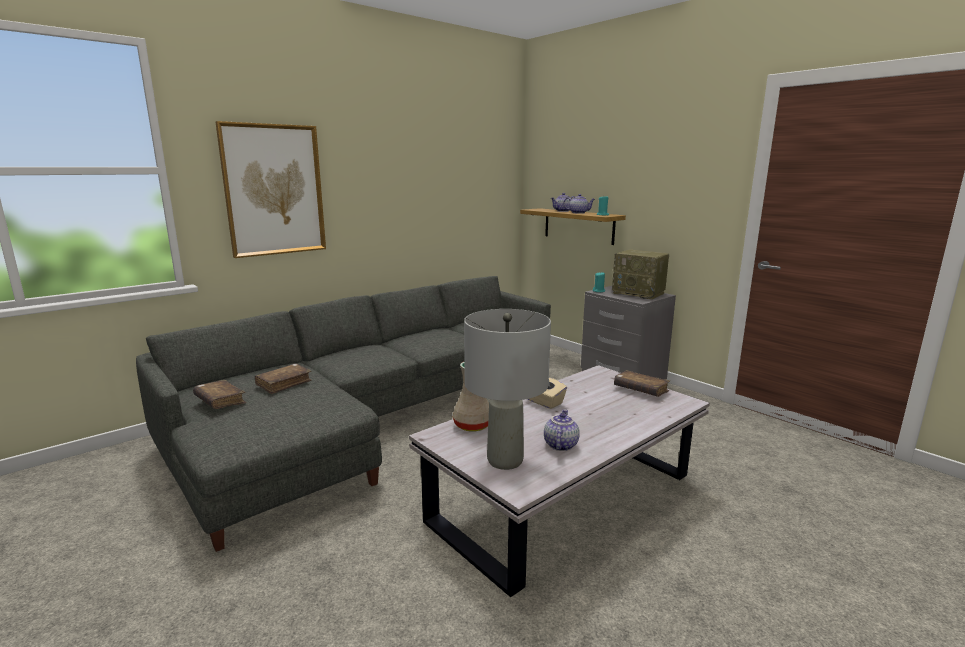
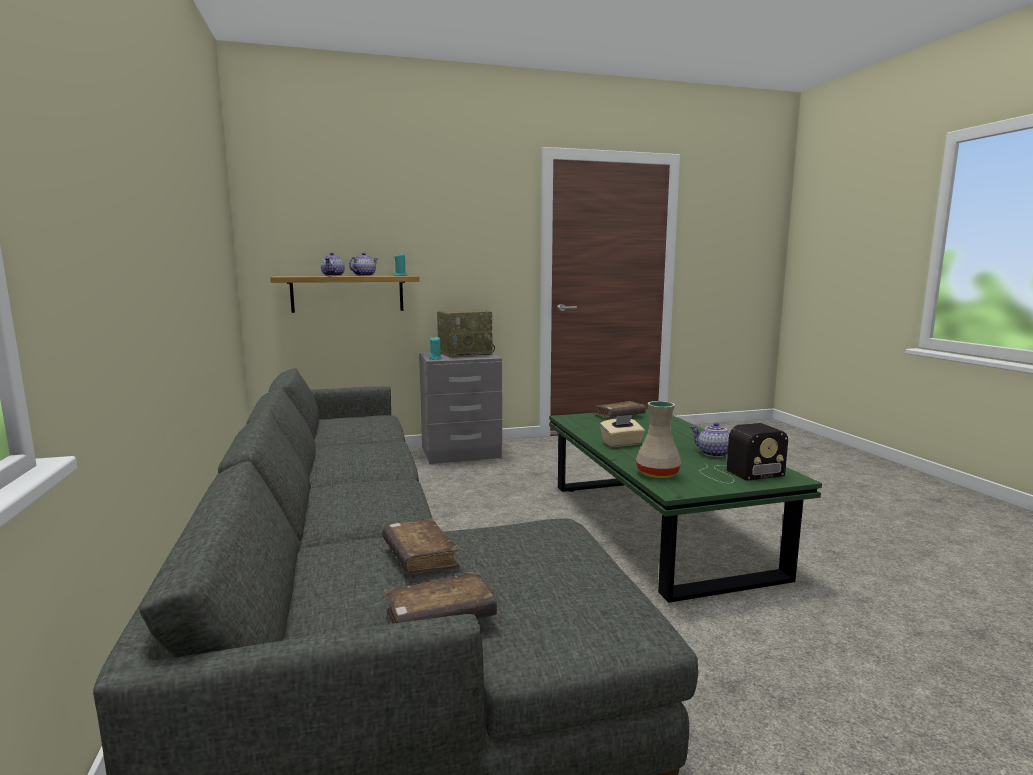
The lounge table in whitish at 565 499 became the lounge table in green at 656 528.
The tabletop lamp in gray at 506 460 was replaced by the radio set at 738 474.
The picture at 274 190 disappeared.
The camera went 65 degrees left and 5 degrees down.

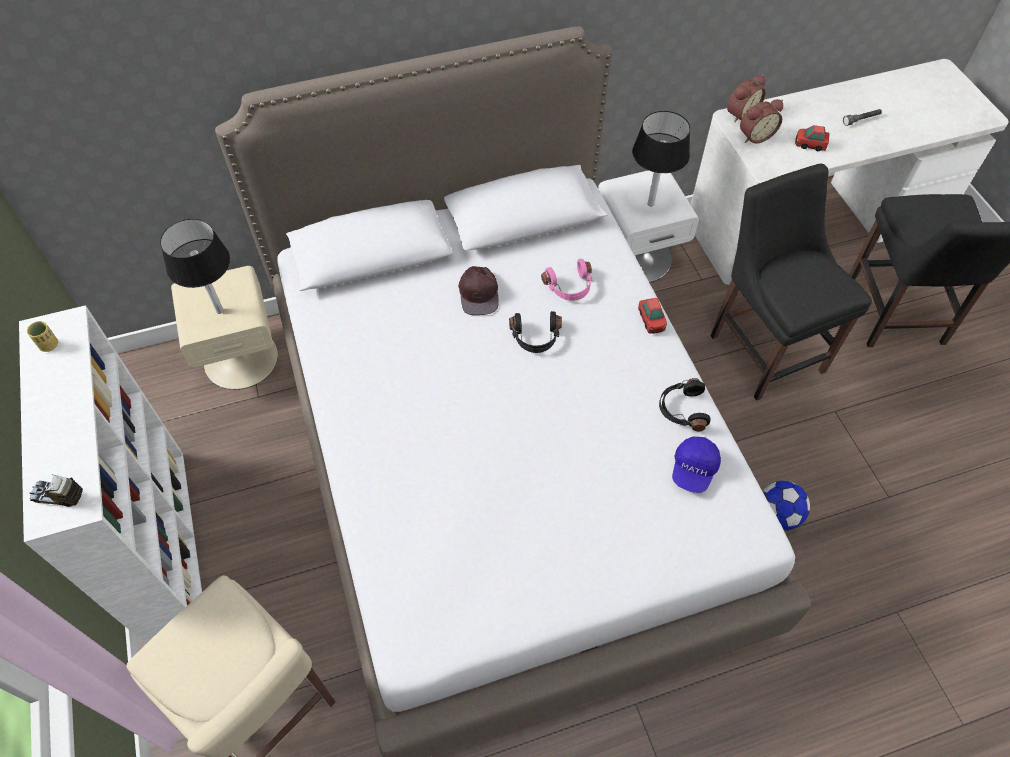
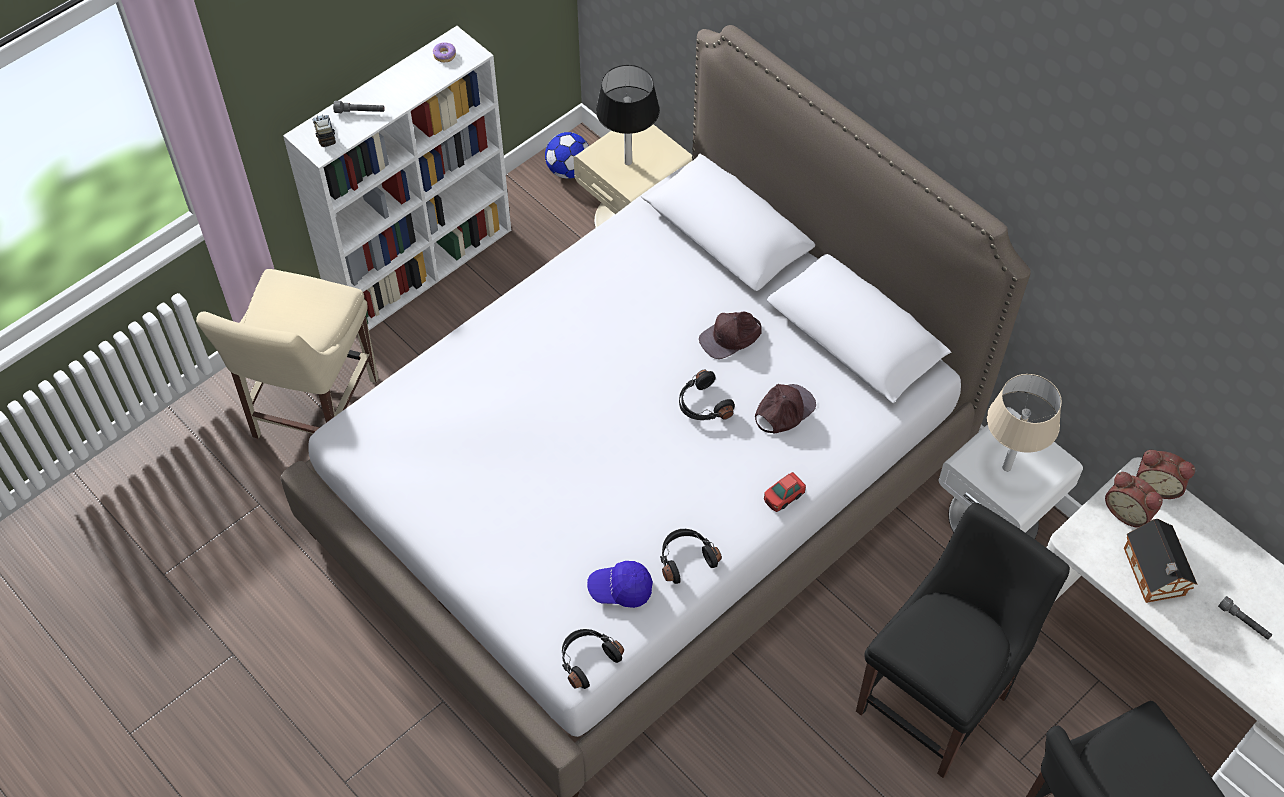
The torch in gray at 360 112 appeared.
The cup in yellow at 49 345 was replaced by the doughnut at 445 55.
The football moved from 777 515 to 568 170.
The headphones in black at 587 659 appeared.
The headphones in pink-coloured at 570 287 was replaced by the cap in brown-coloured at 784 410.
The tabletop lamp in black at 650 204 became the tabletop lamp in sand-coloured at 1006 467.
The toy car at 810 144 was replaced by the toy house at 1154 574.
The camera went 65 degrees right and 0 degrees up.

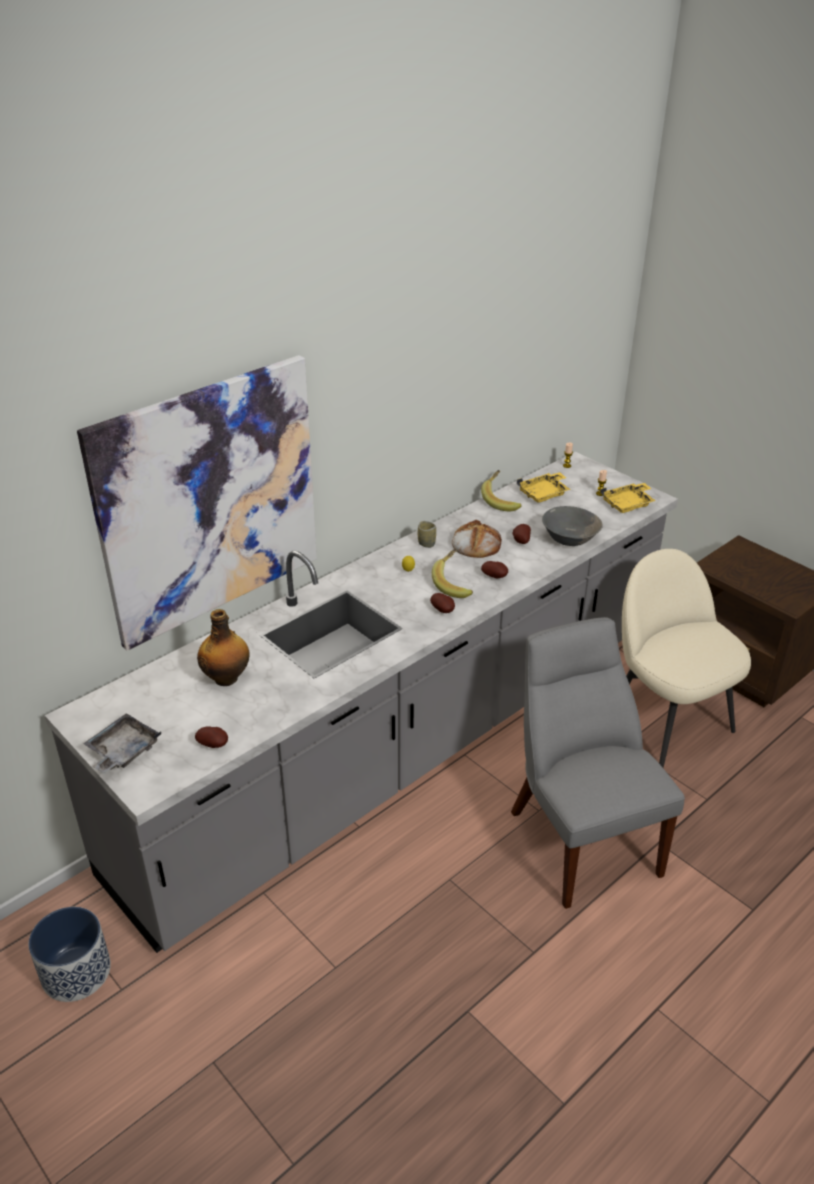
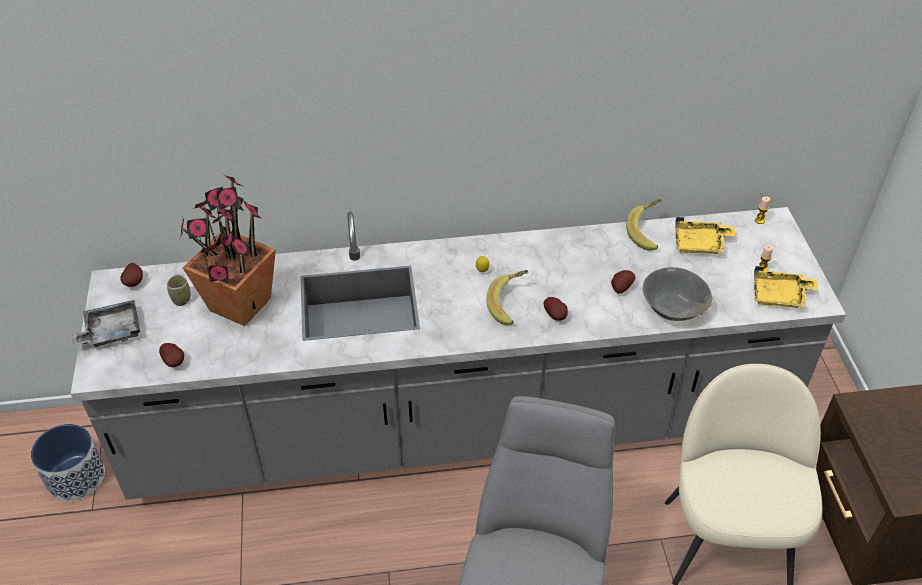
The whole potato moved from 443 611 to 135 282.
The cup moved from 426 543 to 181 299.
The drink bottle at 227 678 was replaced by the potted plant at 239 304.
The picture at 209 501 disappeared.
The bakery bread at 476 544 disappeared.
The camera went 35 degrees right and 10 degrees up.

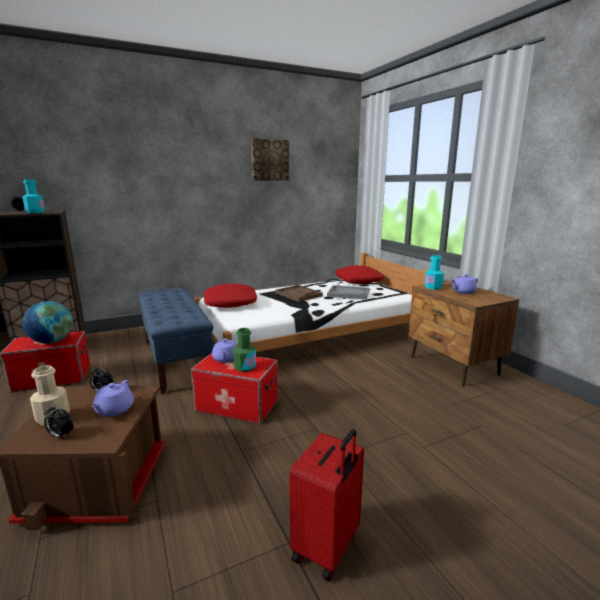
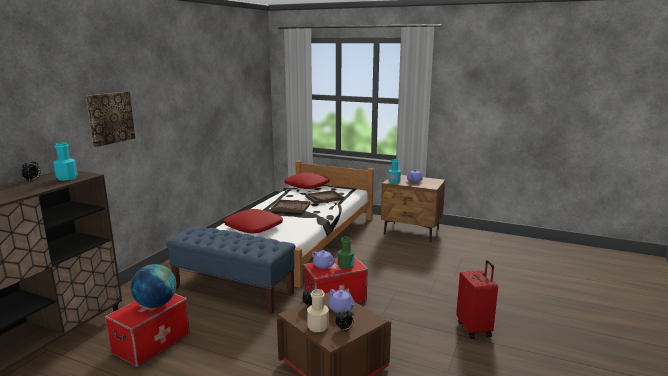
The picture moved from 270 160 to 110 118.
The tray in gray at 348 294 became the tray in brown-coloured at 324 198.
The camera went 40 degrees left and 0 degrees up.

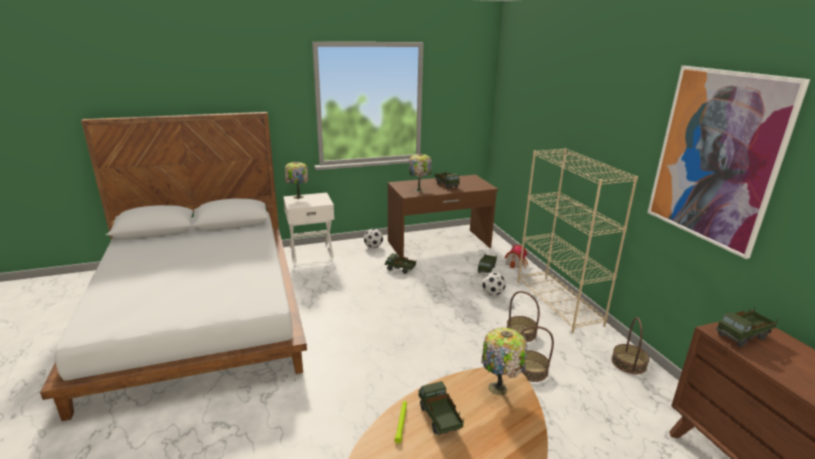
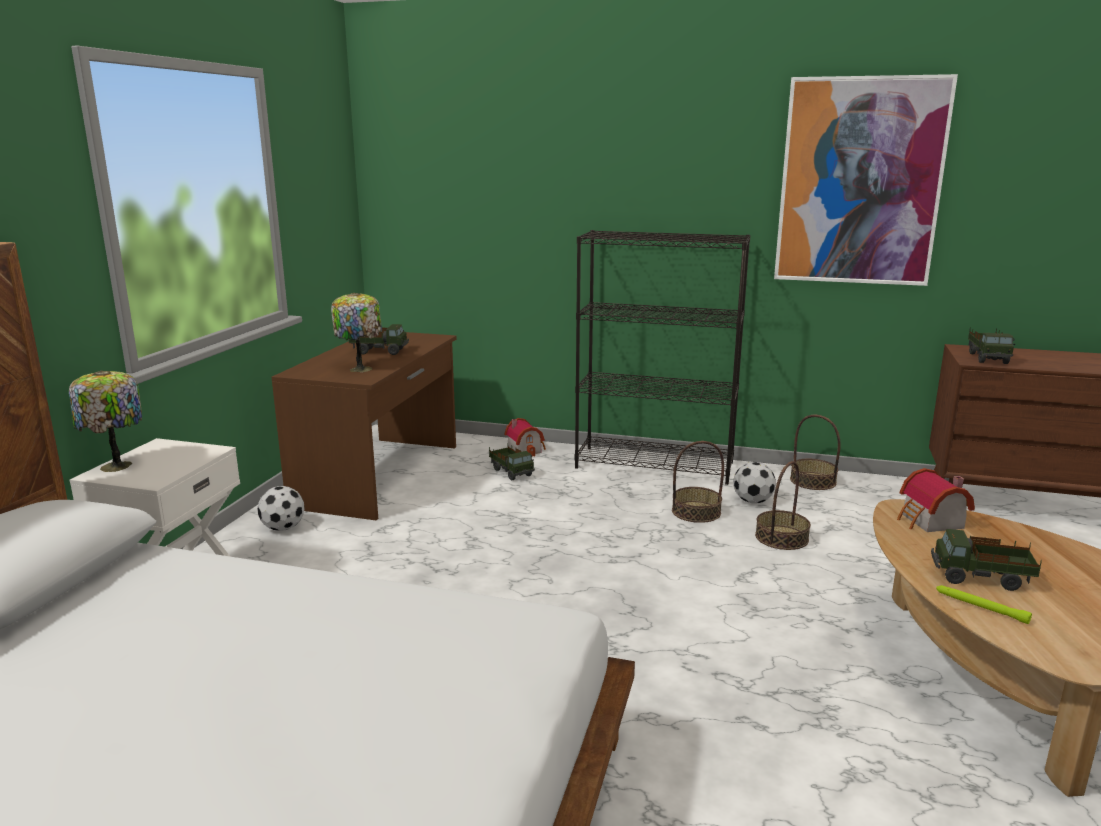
The shelving unit in sand-coloured at 558 303 became the shelving unit in black at 655 465.
The football moved from 492 293 to 752 501.
The tabletop lamp at 499 389 was replaced by the toy house at 930 522.
The toy truck at 400 269 disappeared.
The camera went 55 degrees left and 5 degrees down.

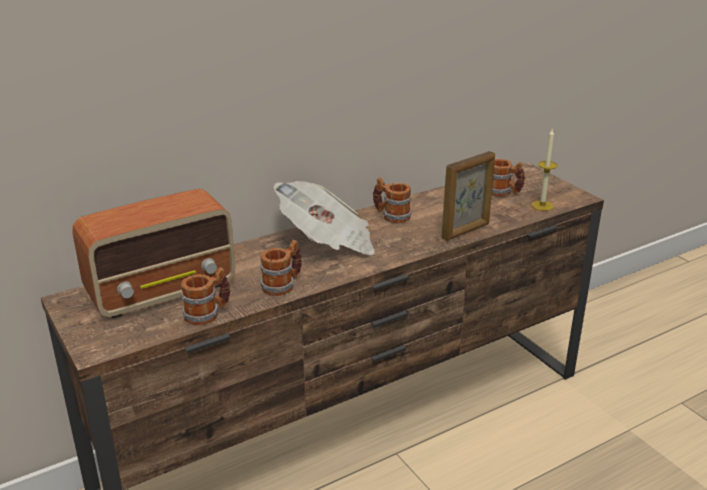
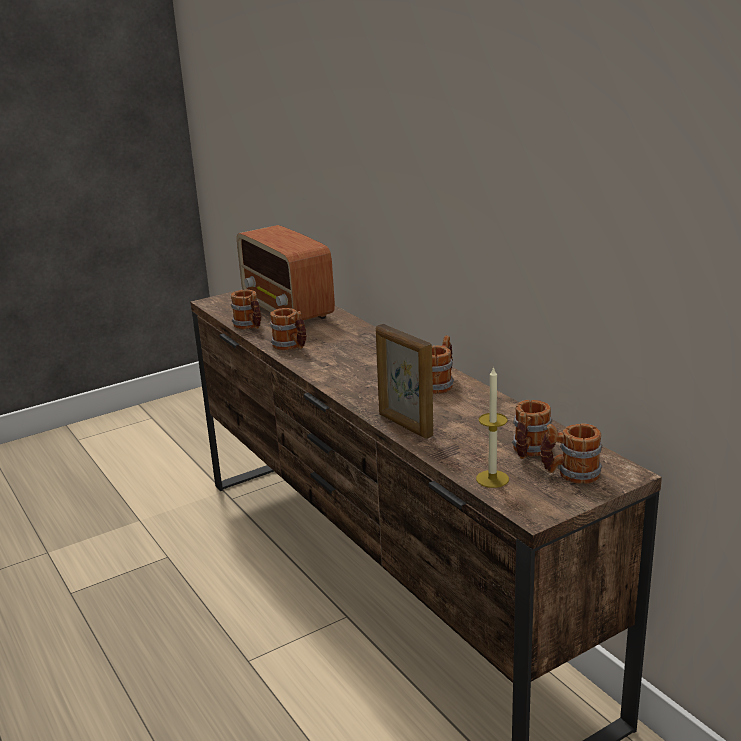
The mug at 570 474 appeared.
The printed paper at 327 242 disappeared.
The camera went 90 degrees right and 5 degrees down.

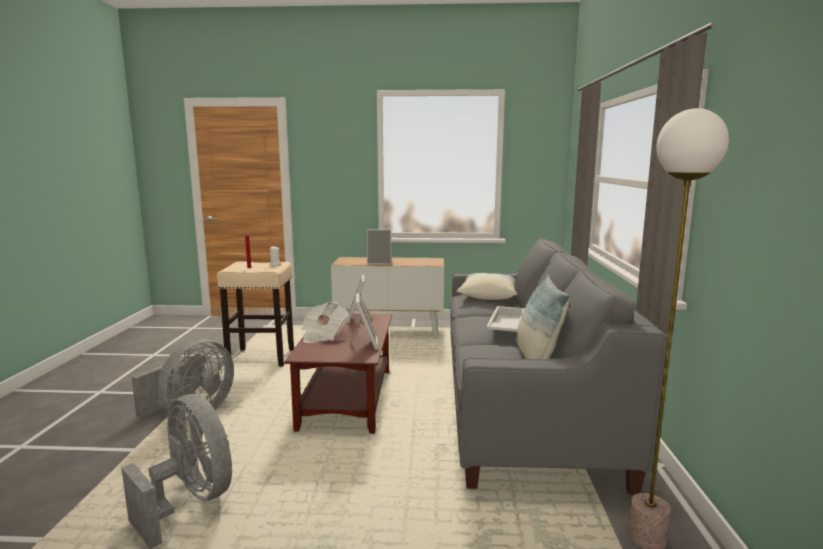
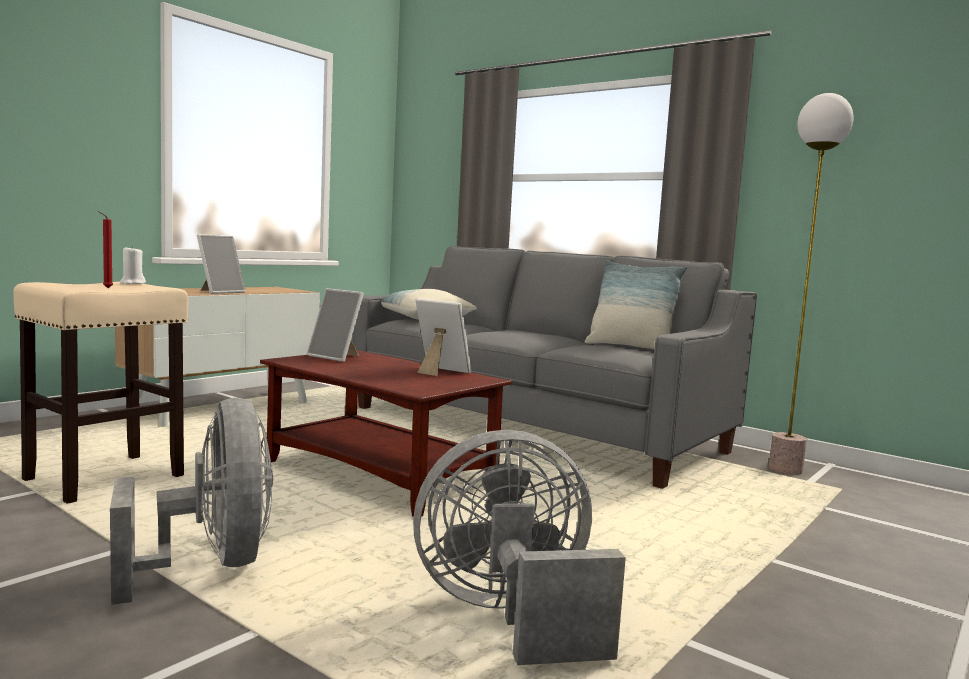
The printed paper at 323 335 disappeared.
The tray in whitish at 505 326 disappeared.
The camera went 55 degrees left and 5 degrees down.

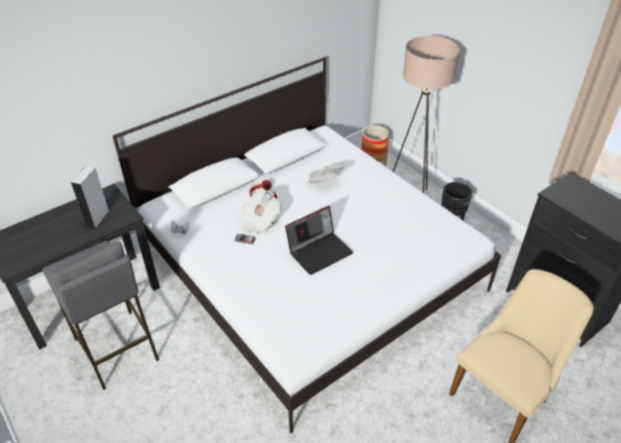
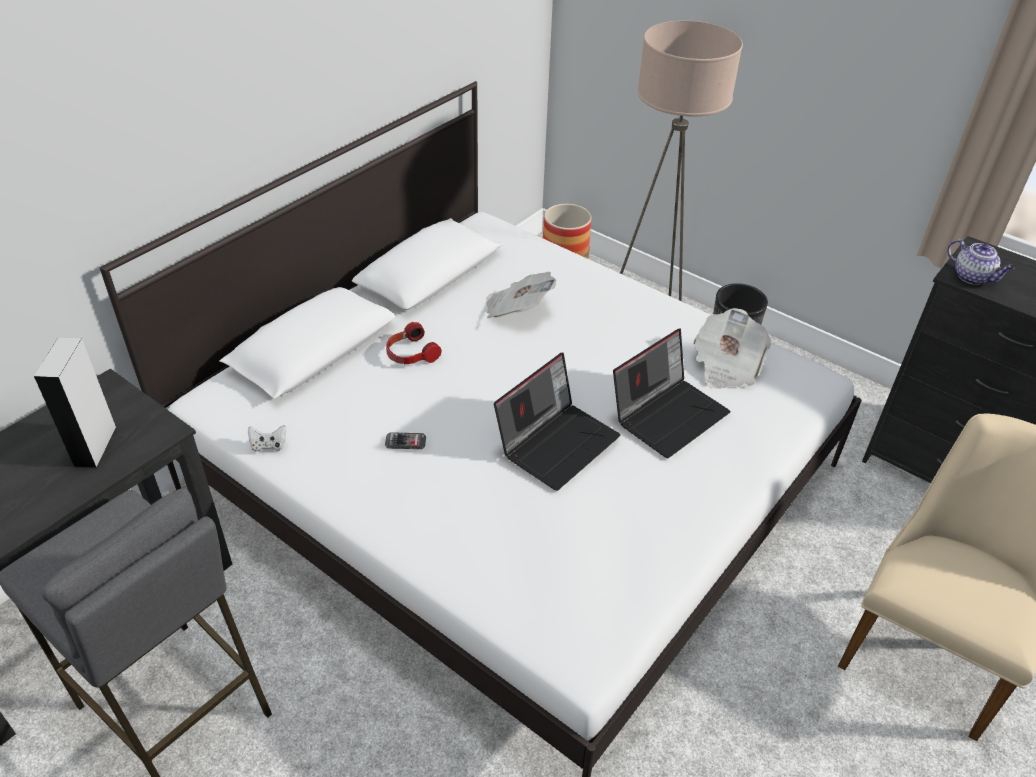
The portable computer at 668 414 appeared.
The printed paper moved from 259 221 to 726 366.
The tea pot at 973 277 appeared.
The camera went 15 degrees left and 0 degrees up.

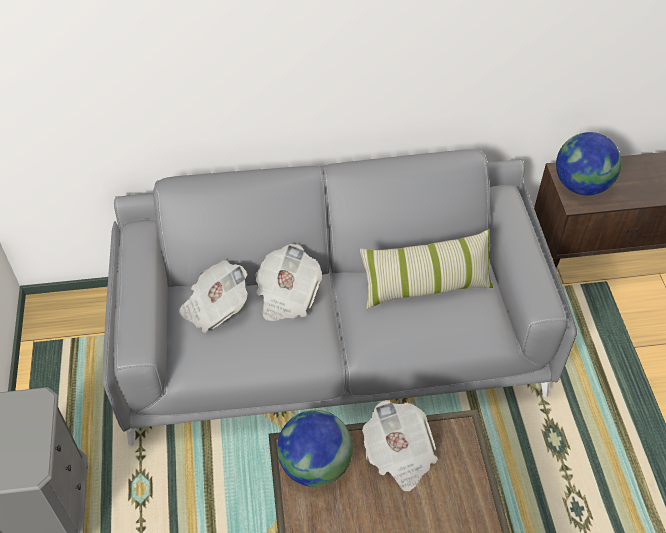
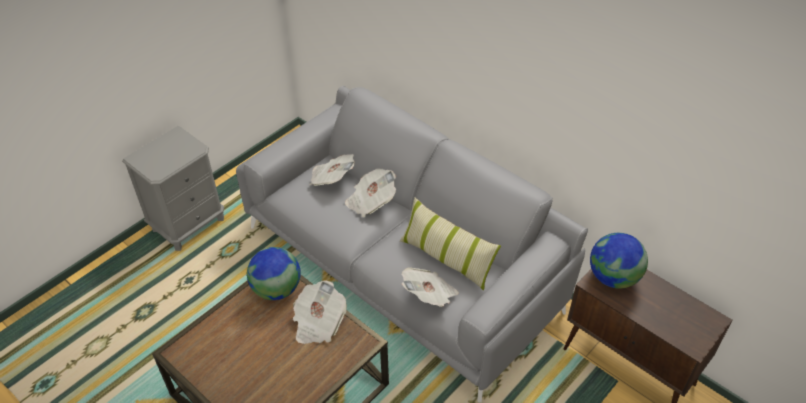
The printed paper at 430 295 appeared.
The camera went 50 degrees right and 5 degrees down.

